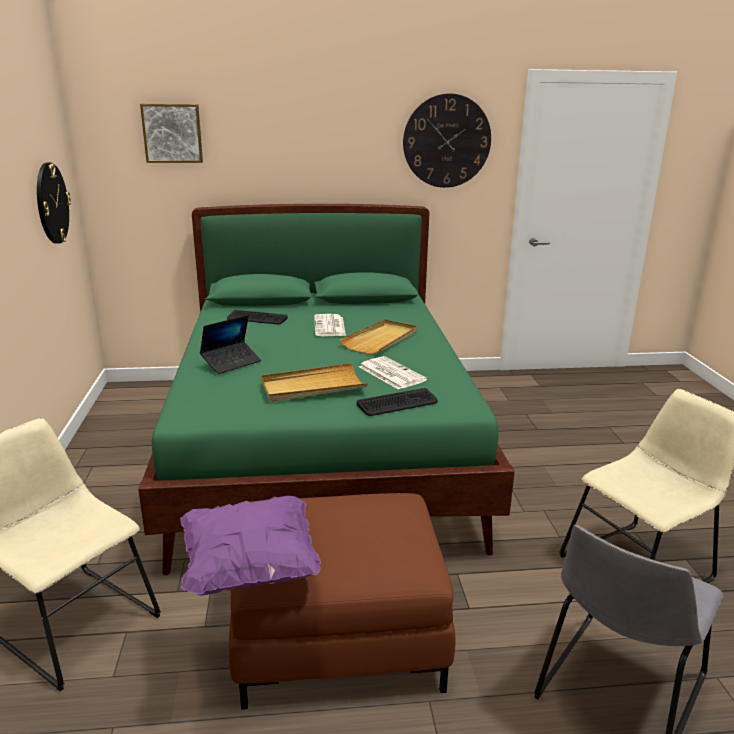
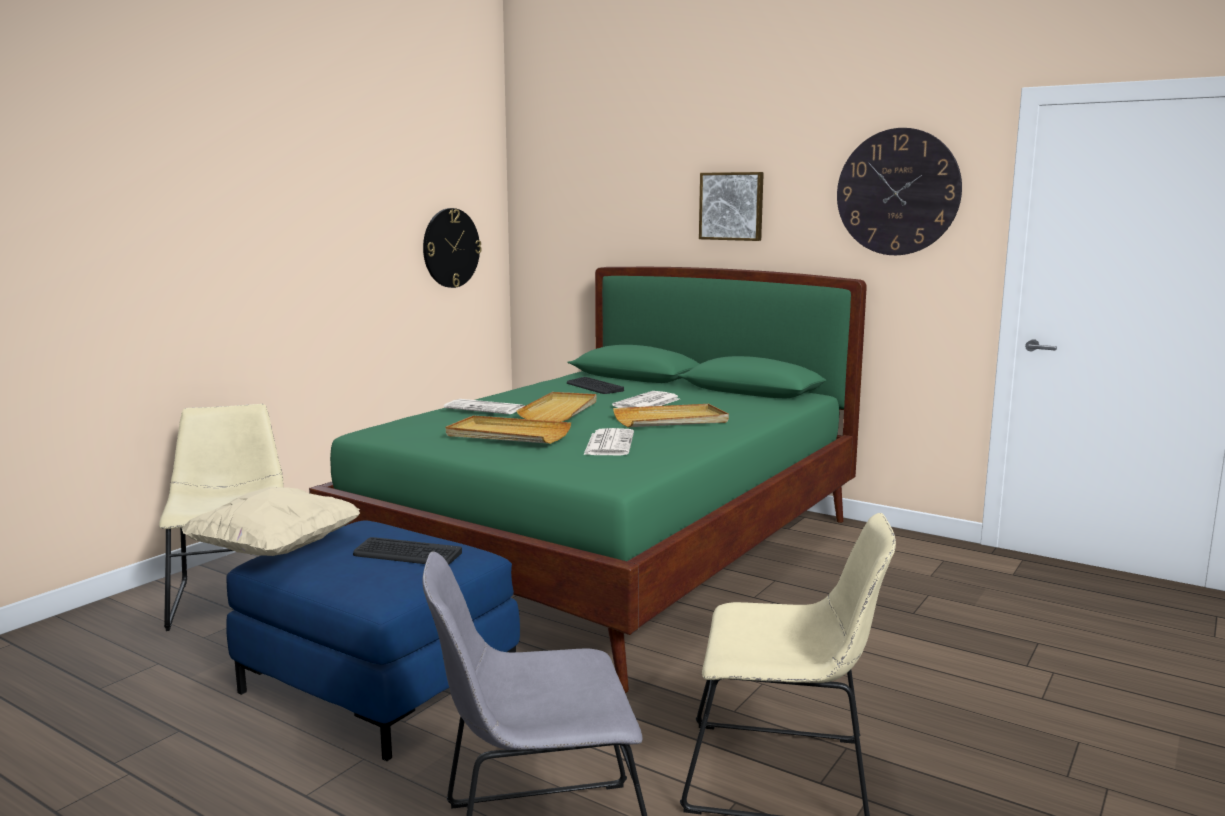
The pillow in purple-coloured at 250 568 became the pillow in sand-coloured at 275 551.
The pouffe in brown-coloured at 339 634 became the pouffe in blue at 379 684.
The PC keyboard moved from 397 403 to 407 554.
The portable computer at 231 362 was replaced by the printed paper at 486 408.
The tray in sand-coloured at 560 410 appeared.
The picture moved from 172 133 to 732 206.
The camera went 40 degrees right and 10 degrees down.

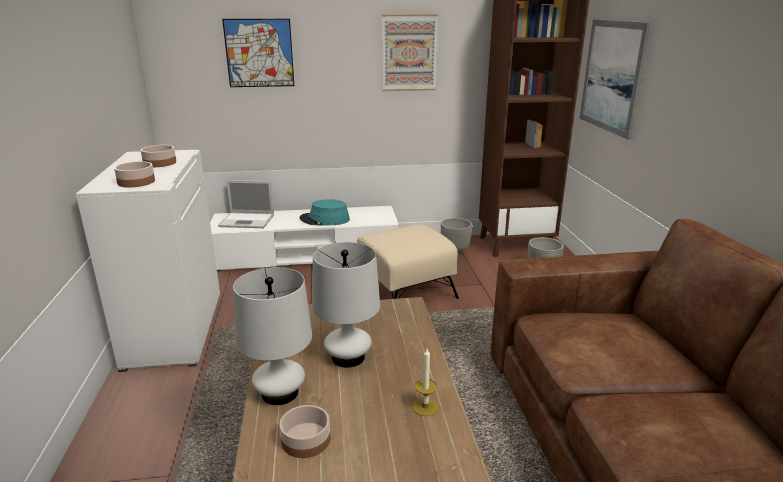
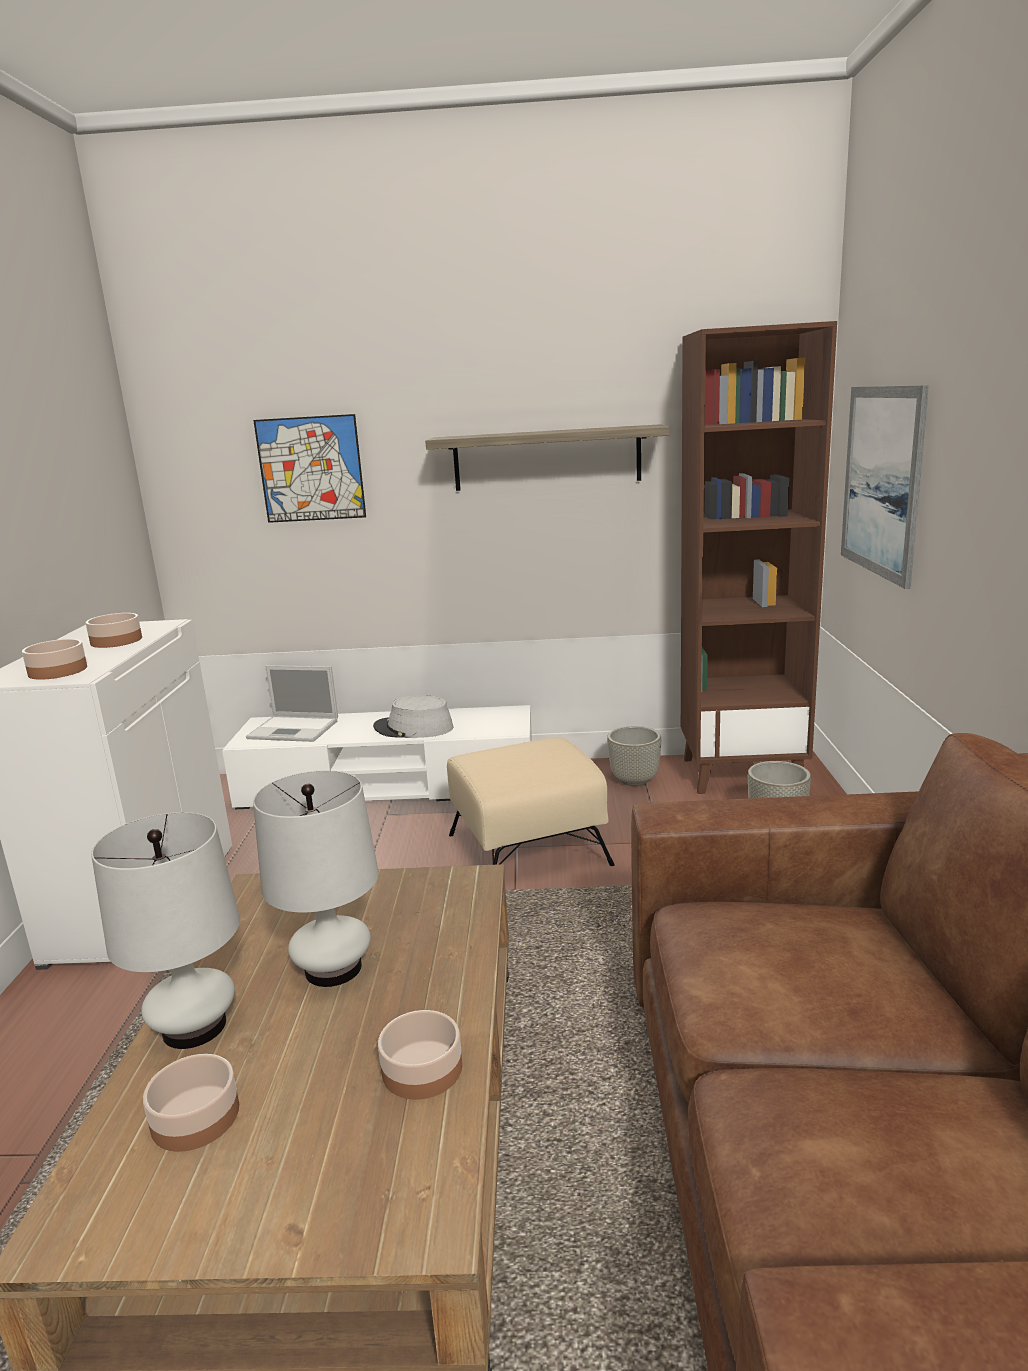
The clothing hat in blue-green at 324 219 became the clothing hat in gray at 413 728.
The candle at 425 407 was replaced by the deep dish at 422 1070.
The picture at 409 53 was replaced by the wall shelf at 547 458.
The camera went 10 degrees right and 5 degrees down.

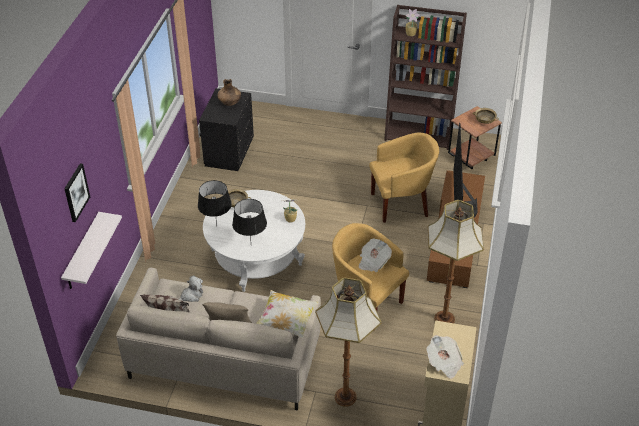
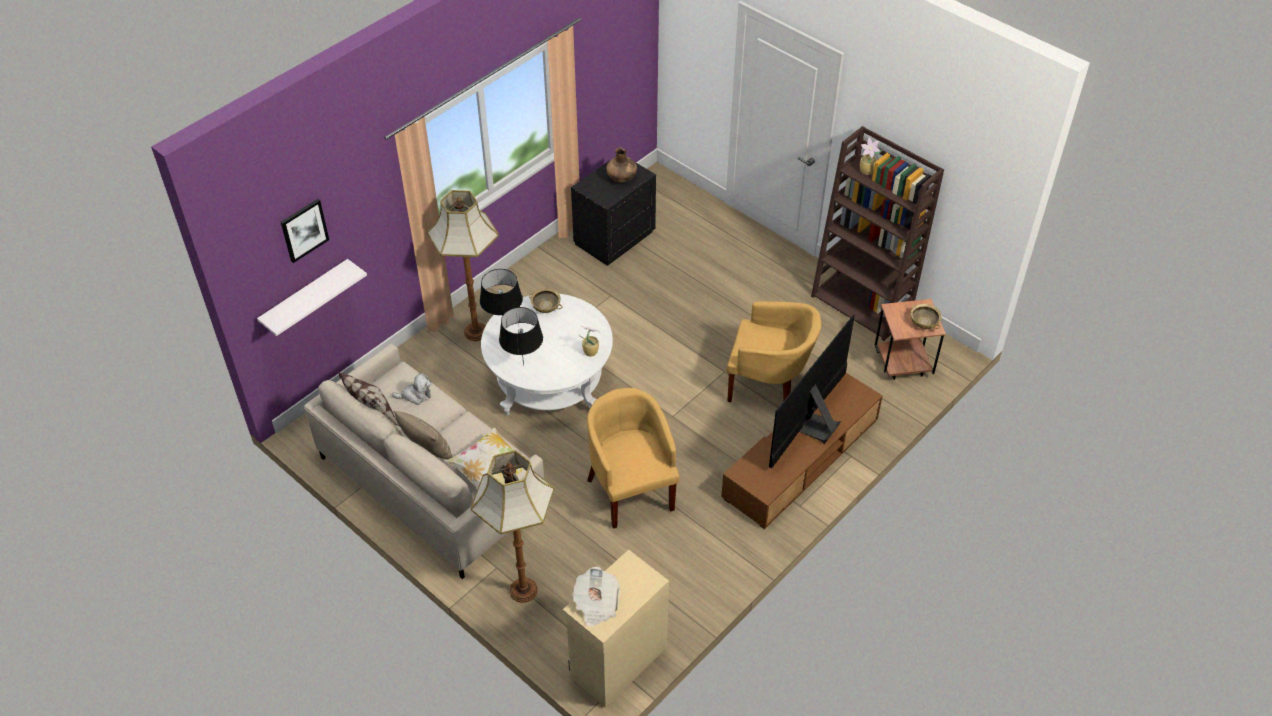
The standing lamp moved from 443 318 to 476 331.
The printed paper at 373 261 disappeared.
The camera went 30 degrees right and 5 degrees up.

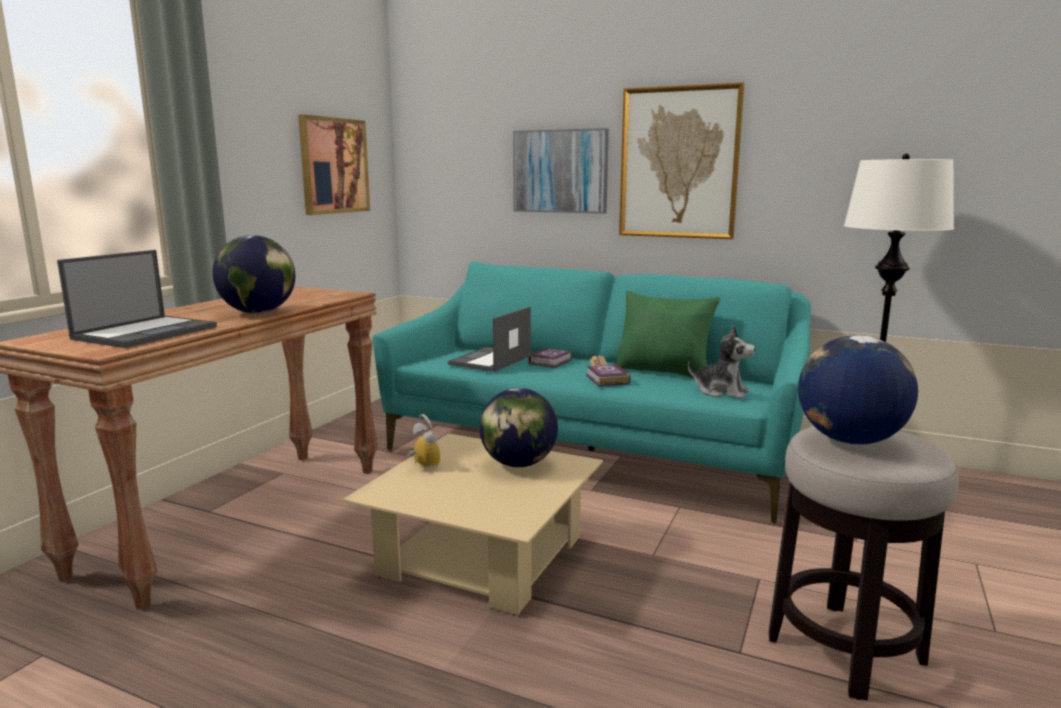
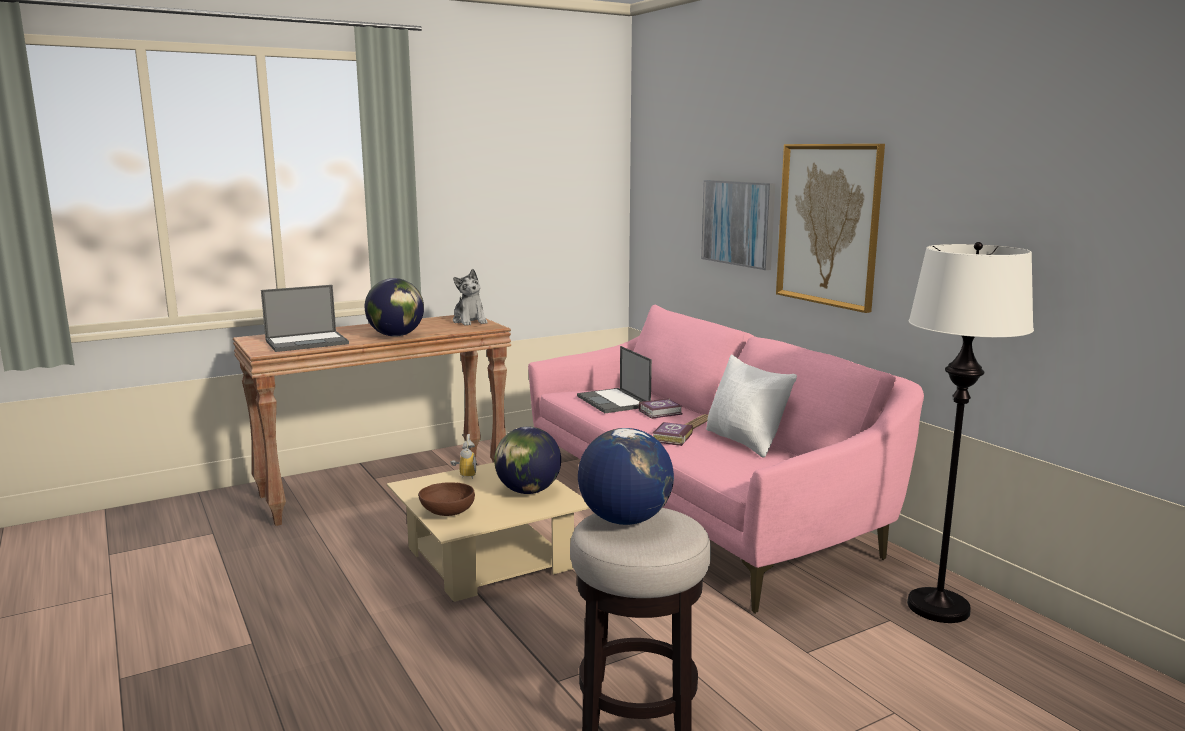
The deep dish in brown-coloured at 447 513 appeared.
The soft toy moved from 721 392 to 470 321.
The settee in blue-green at 591 450 became the settee in pink-coloured at 698 507.
The portable computer at 490 360 turned 90 degrees counterclockwise.
The pillow in green at 664 371 became the pillow in whitish at 745 442.
The picture at 334 166 disappeared.
The camera went 35 degrees right and 0 degrees up.

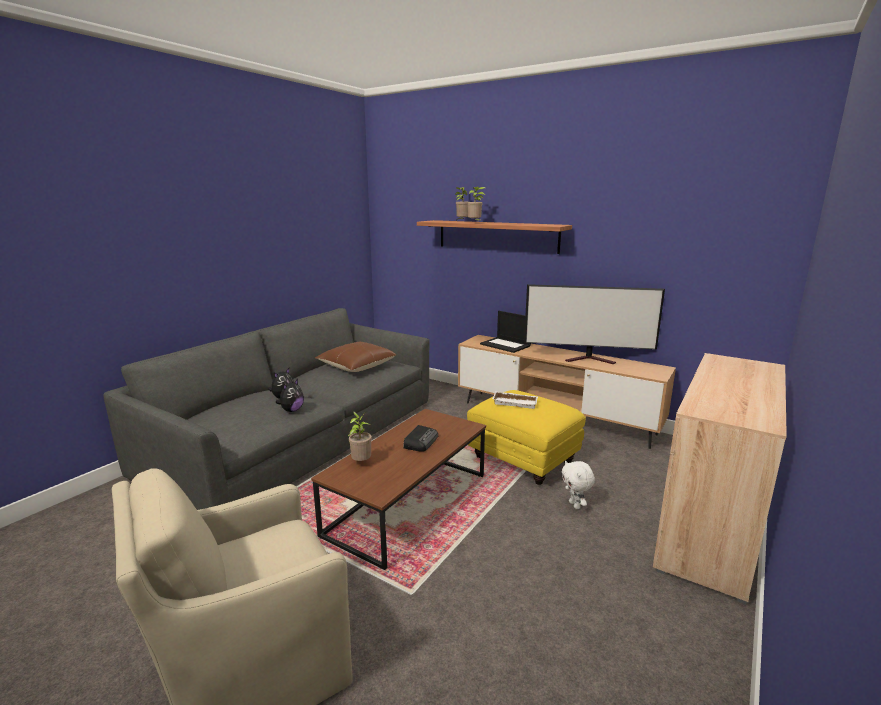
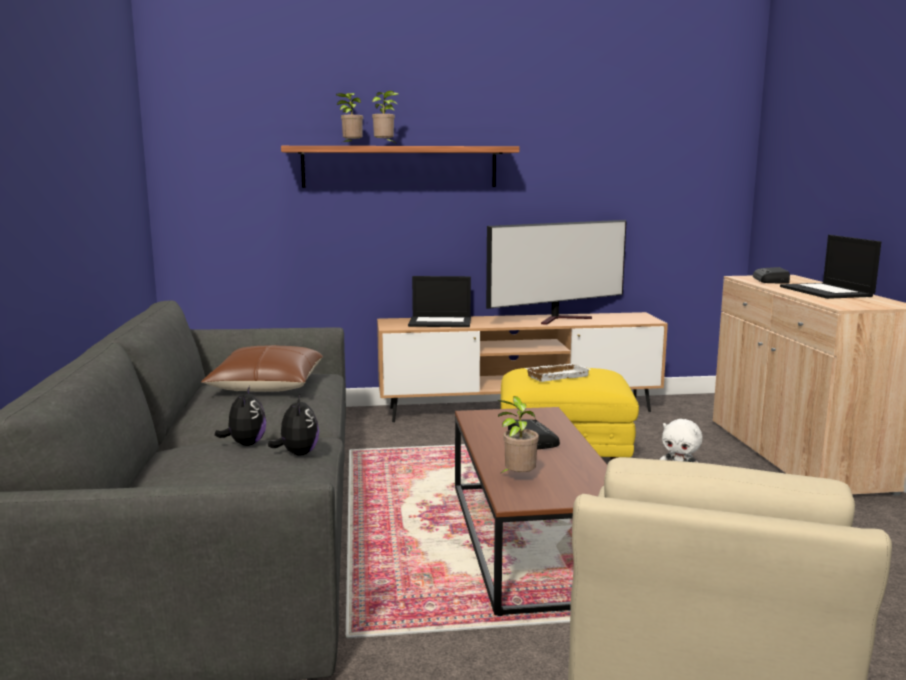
The radio set at 771 280 appeared.
The portable computer at 827 291 appeared.
The camera went 40 degrees left and 5 degrees down.

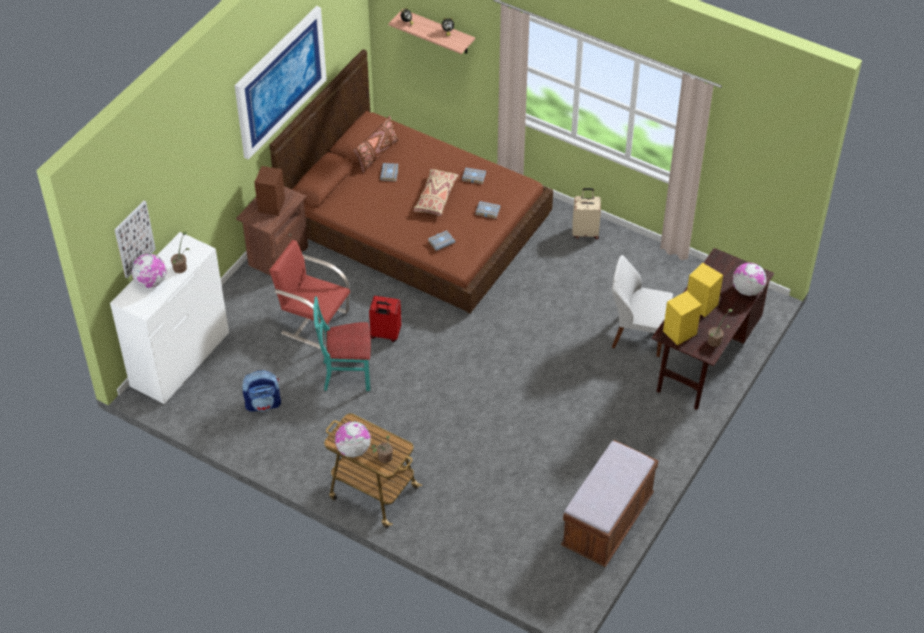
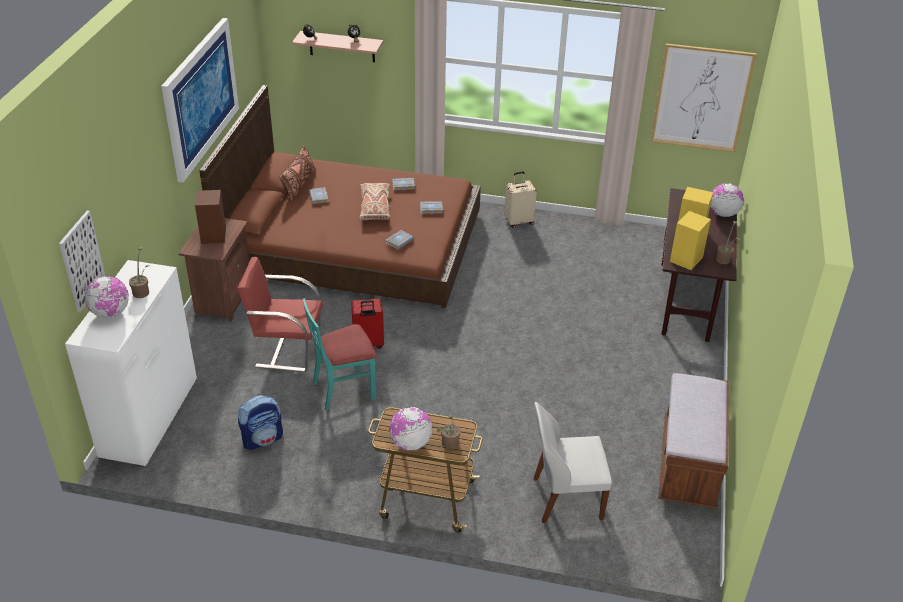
The chair in whitish moved from 637 334 to 565 498.
The picture at 701 98 appeared.
The camera went 20 degrees left and 10 degrees down.

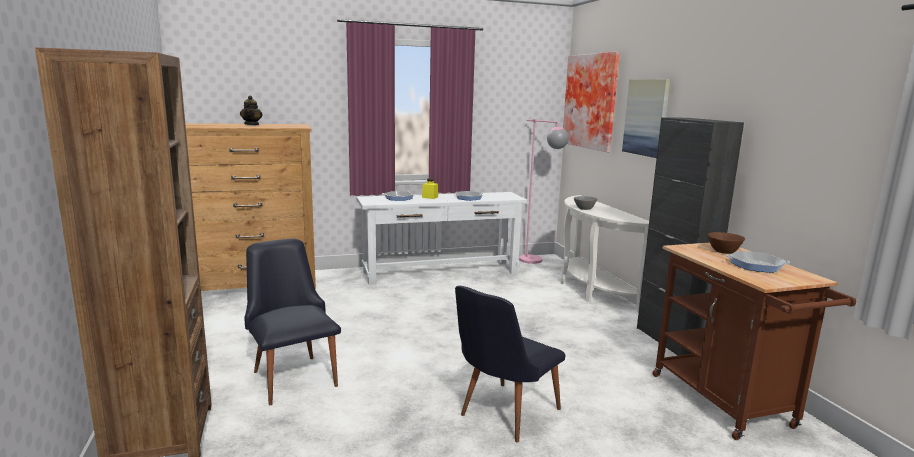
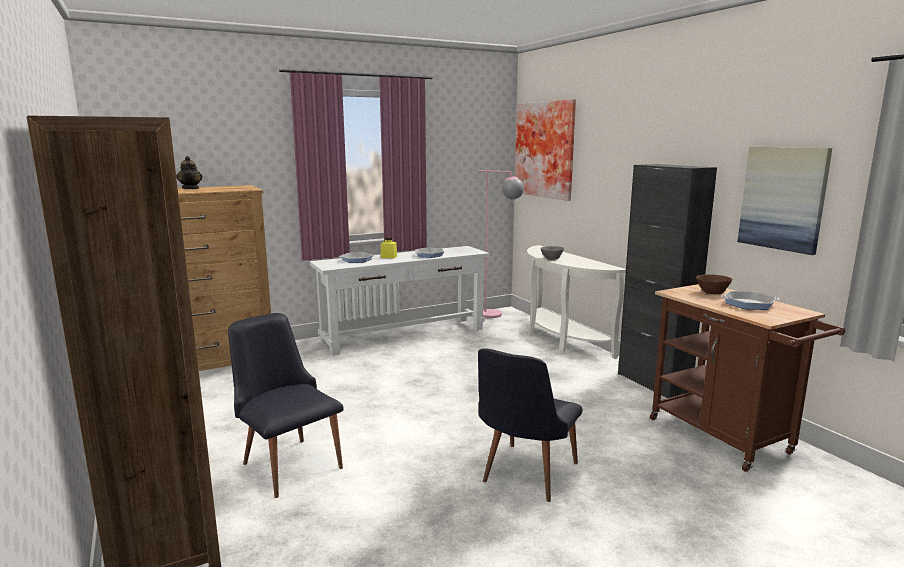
The picture moved from 646 117 to 783 198.
The camera went 10 degrees left and 0 degrees up.

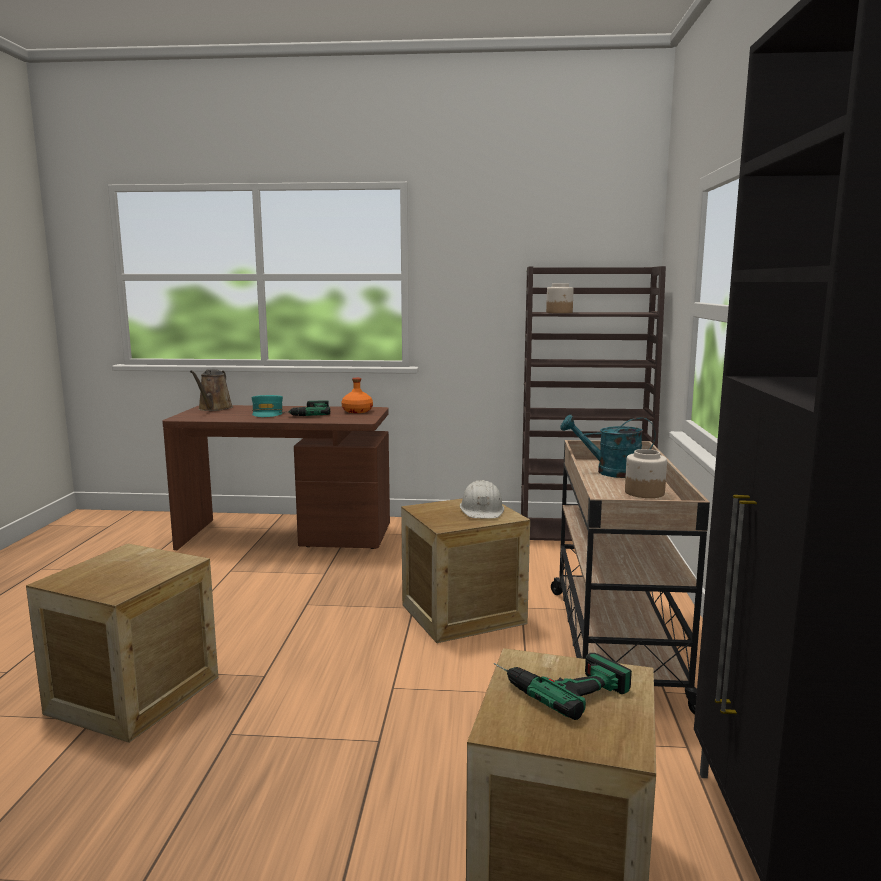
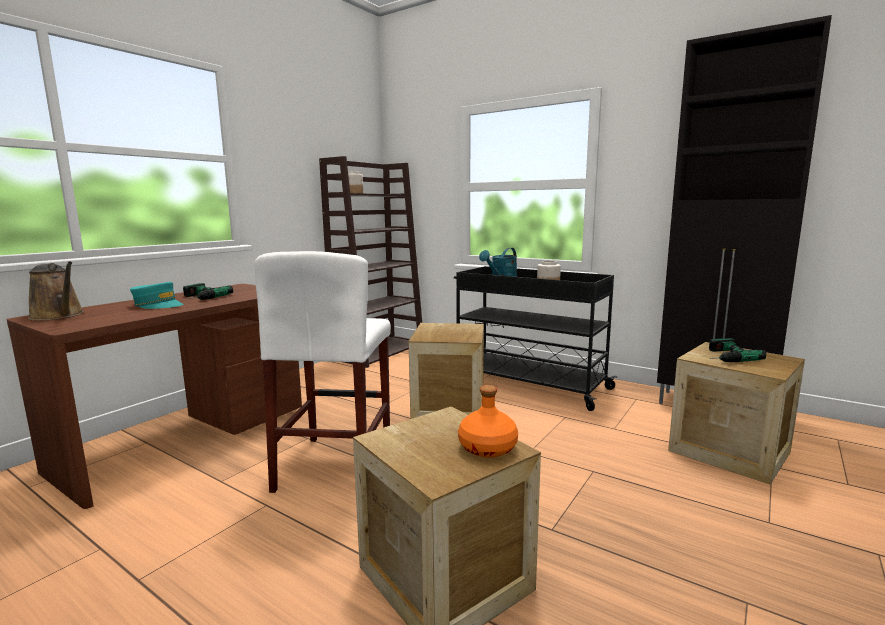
The sitting stool in whitish at 335 465 appeared.
The wheeled cart in sand-coloured at 614 643 became the wheeled cart in black at 527 384.
The drink bottle in orangey moved from 357 411 to 487 448.
The hard hat in whitish at 482 510 disappeared.
The camera went 60 degrees left and 0 degrees up.

